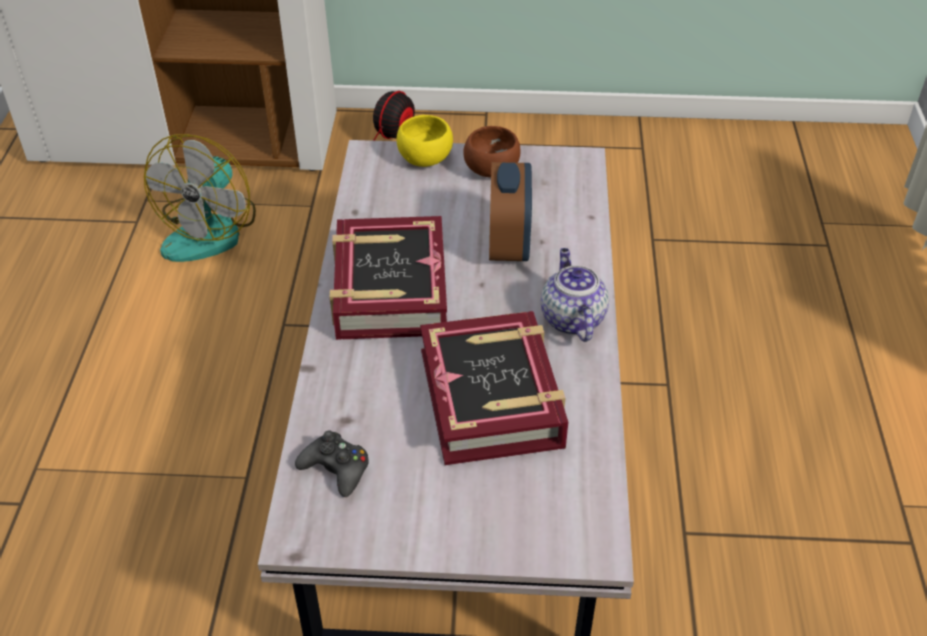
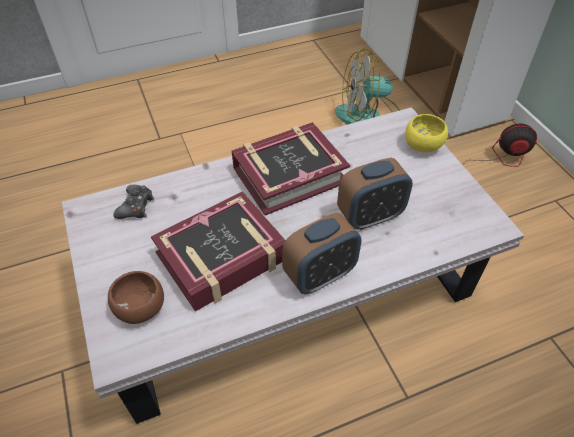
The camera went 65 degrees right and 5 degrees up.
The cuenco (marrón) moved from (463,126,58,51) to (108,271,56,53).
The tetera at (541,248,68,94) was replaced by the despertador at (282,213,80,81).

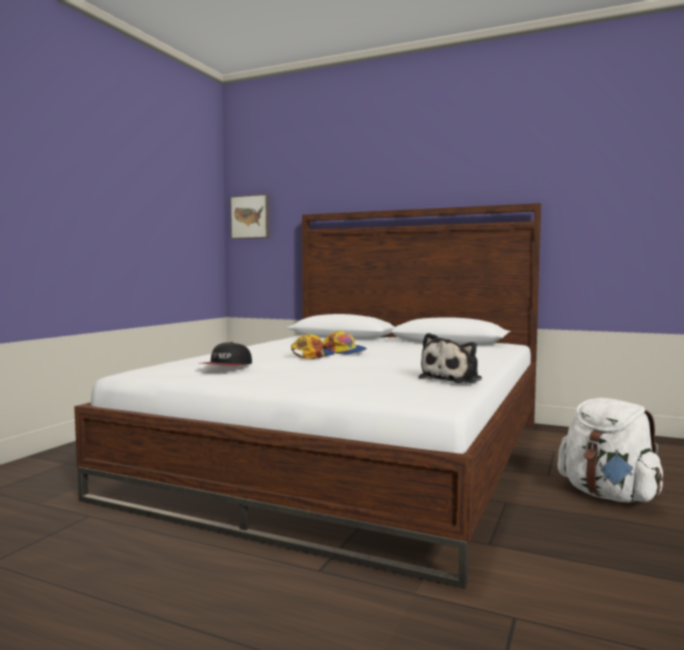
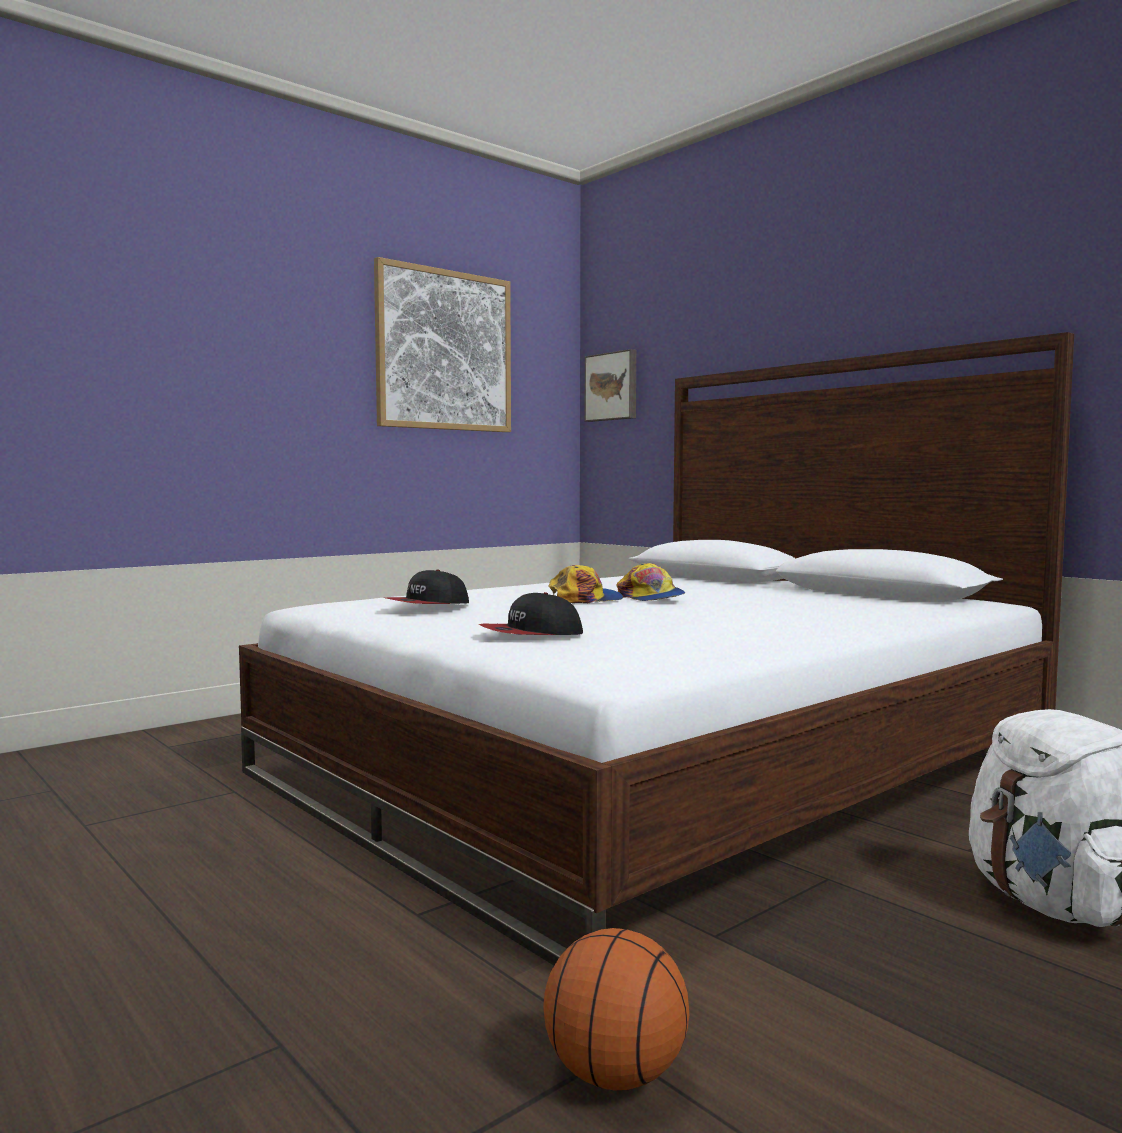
The camera went 25 degrees right and 0 degrees up.
The peluche at (419,333,63,50) disappeared.
The cuadro at (374,257,137,175) appeared.
The gorra at (479,592,104,43) appeared.
The balón de baloncesto at (543,928,146,162) appeared.

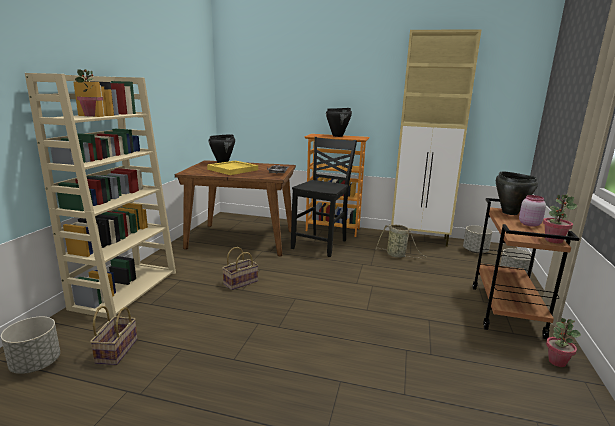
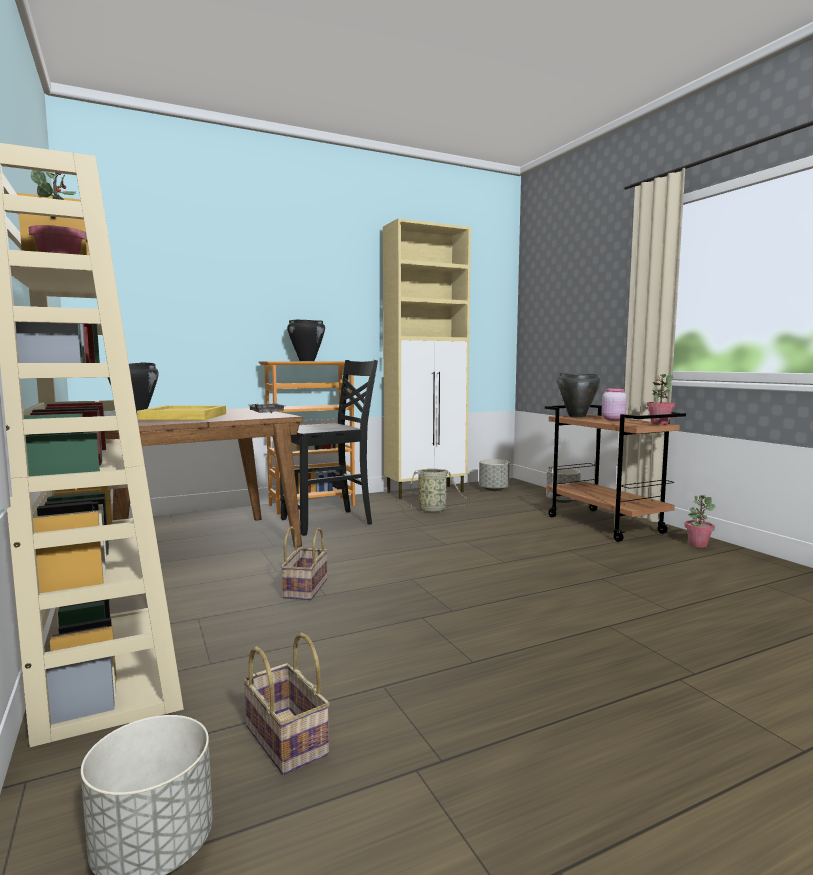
The camera went 40 degrees left and 10 degrees down.
The silla (negro) at (291,137,66,120) turned 75 degrees clockwise.

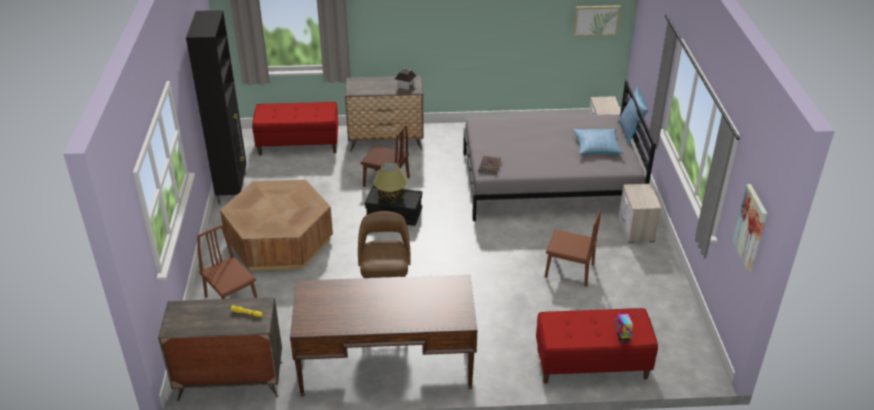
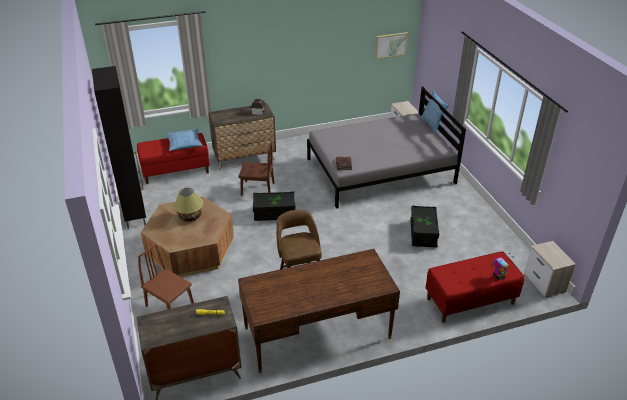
The camera went 15 degrees left and 0 degrees up.
The lámpara de mesa moved from (374,162,33,39) to (174,188,29,34).
The silla (marrón) at (545,209,56,78) was replaced by the caja de almacenaje (negro) at (410,206,29,41).
The cojín moved from (573,129,51,25) to (166,129,37,22).
The mesita de noche moved from (619,184,42,59) to (524,241,52,56).
The cuadro at (732,184,35,87) disappeared.

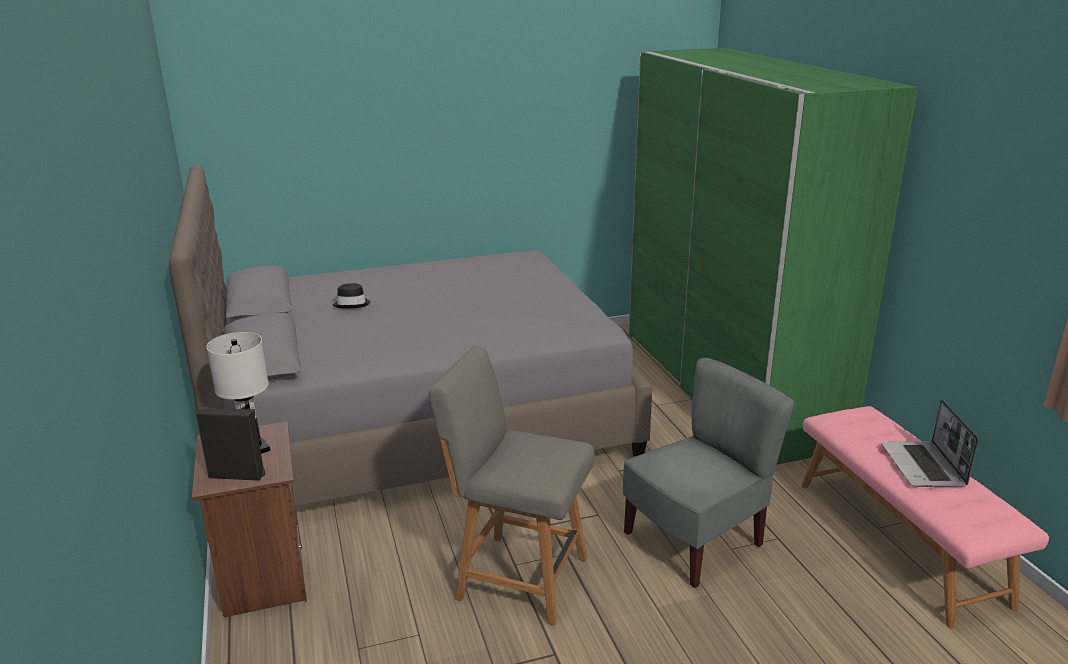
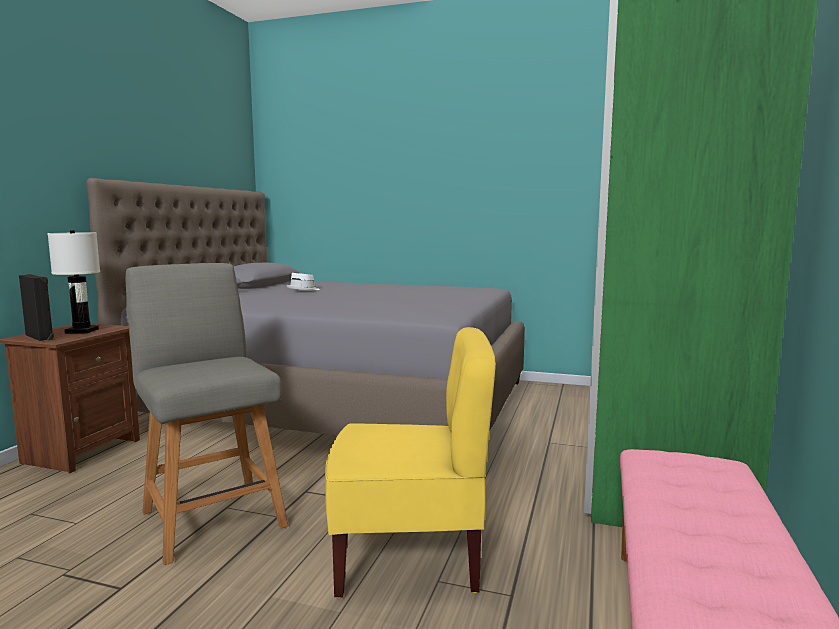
The camera went 35 degrees right and 15 degrees down.
The sombrero (negro) at (333,283,37,25) became the sombrero (blanco) at (287,273,33,18).
The silla (gris) at (623,357,172,231) became the silla (amarillo) at (325,327,171,271).
The portátil at (881,399,98,88) disappeared.

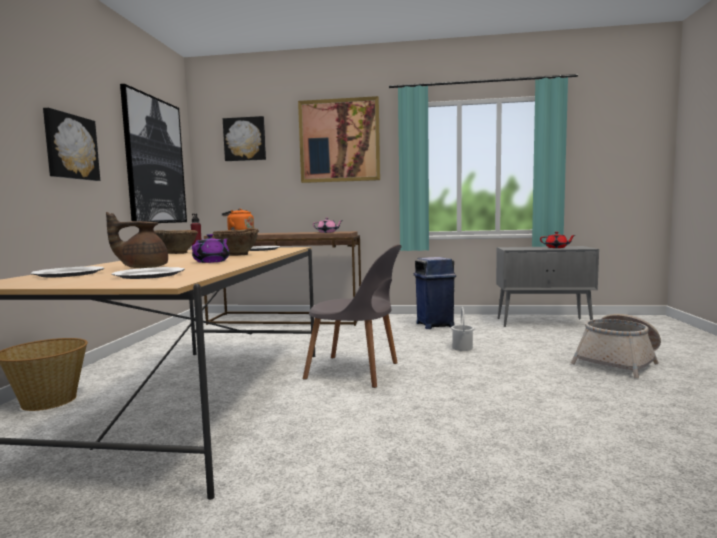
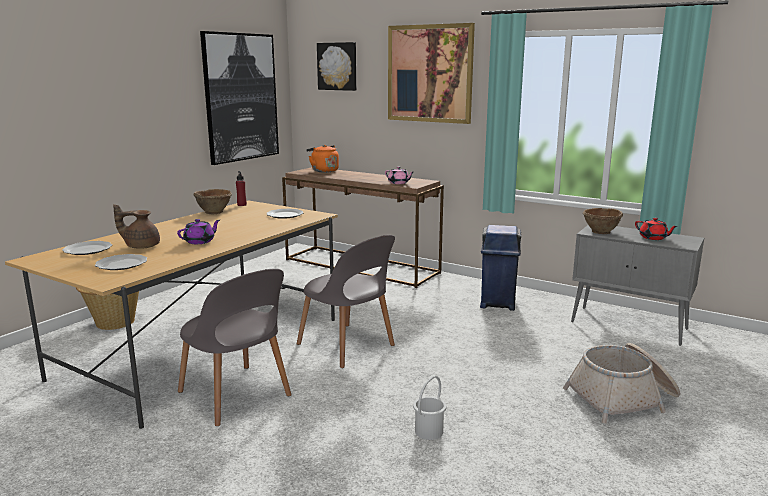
The camera went 25 degrees right and 10 degrees up.
The cuadro at (43,108,57,73) disappeared.
The cuenco (marrón) moved from (212,228,47,28) to (583,208,40,26).
The cubo (blanco) moved from (451,307,23,44) to (413,376,33,64).
The silla (gris) at (178,268,113,158) appeared.

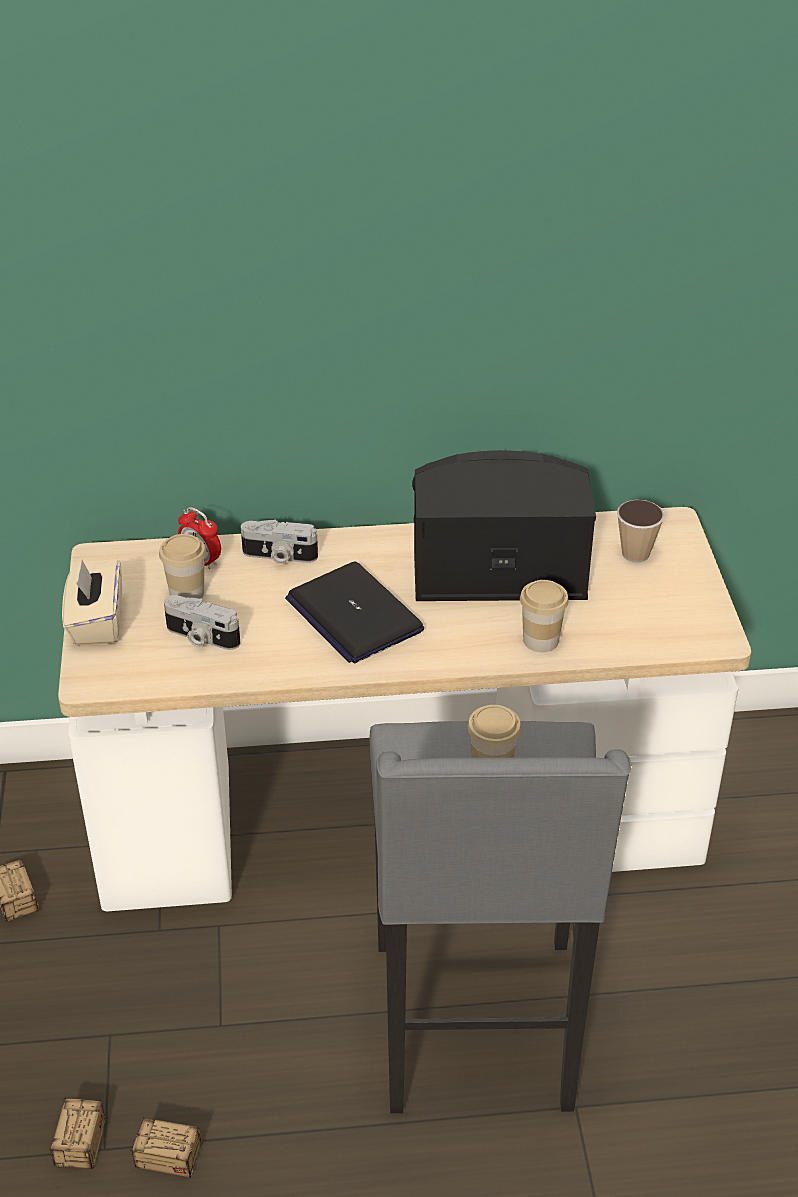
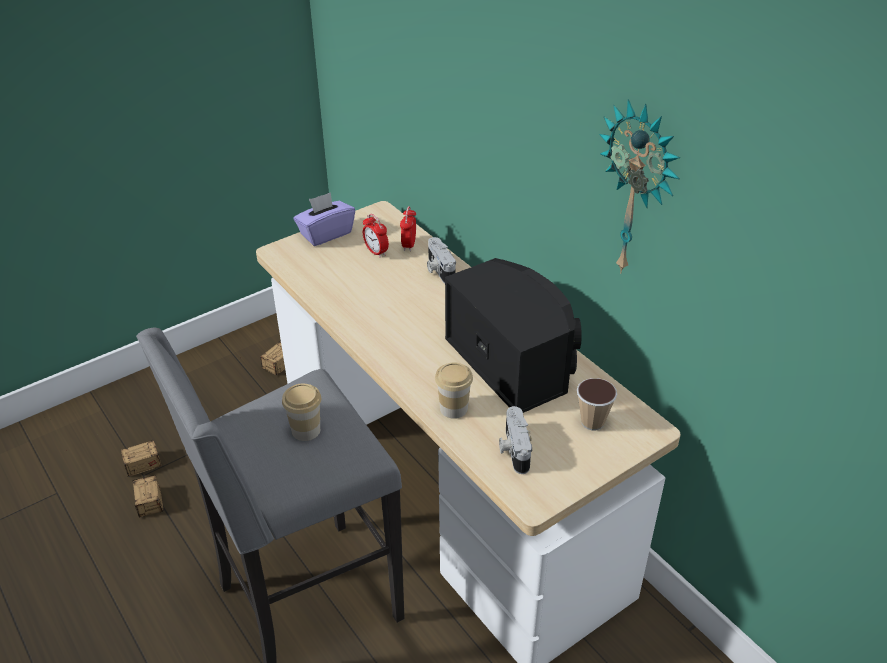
The camera went 60 degrees right and 0 degrees up.
The caja de pañuelos (beis) at (62,560,60,85) became the caja de pañuelos (morado) at (294,192,61,54).
The taza at (159,534,47,65) was replaced by the despertador at (363,214,26,44).
The cámara moved from (164,595,76,55) to (499,406,33,68).
The portátil at (285,561,139,102) disappeared.
The reloj de pared at (599,99,81,174) appeared.

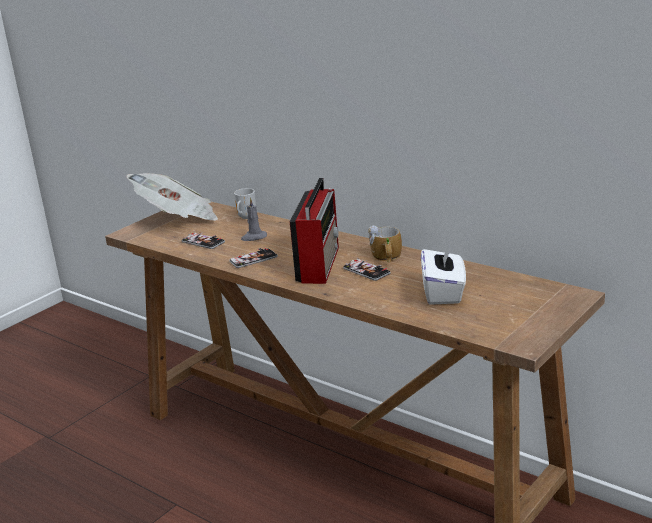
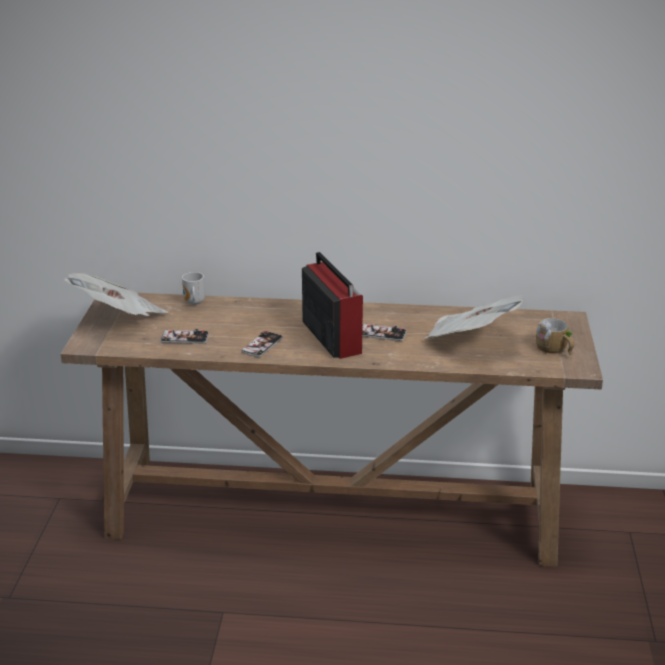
The camera went 35 degrees left and 5 degrees up.
The vela (gris) at (241,198,26,43) disappeared.
The taza grande moved from (368,226,34,37) to (536,318,39,37).
The caja de pañuelos (blanco) at (421,241,45,64) was replaced by the periódico at (425,295,98,43).

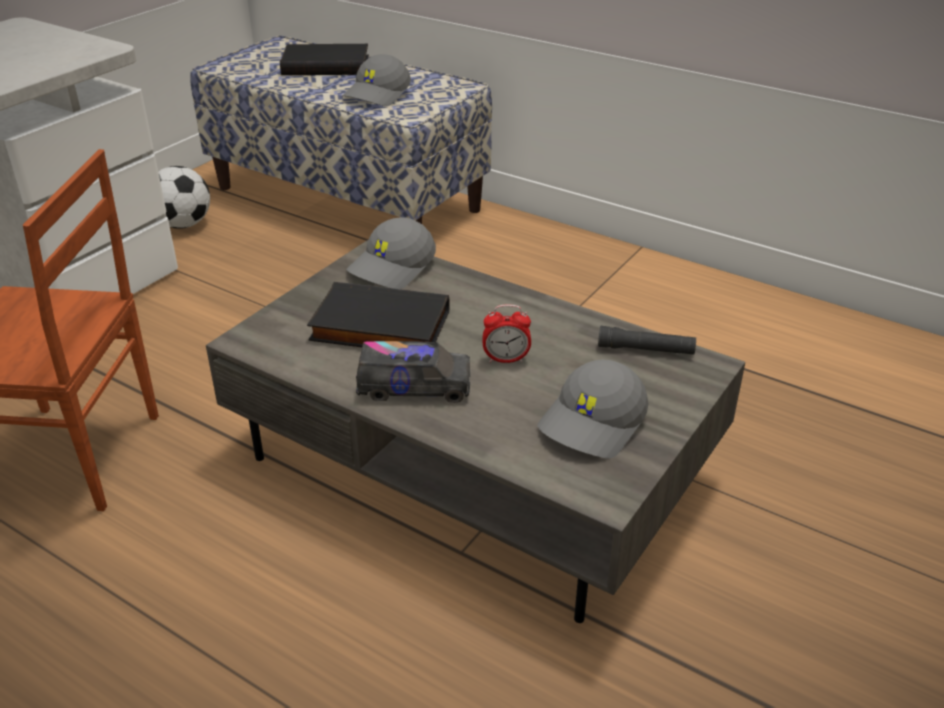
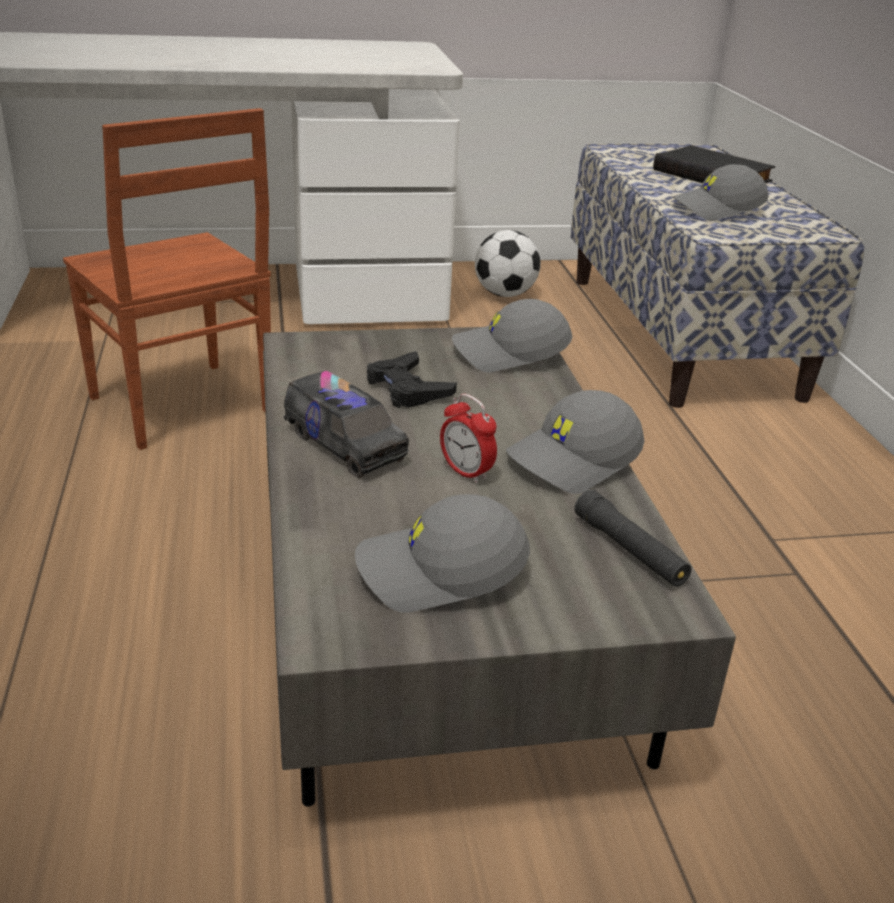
The camera went 45 degrees right and 5 degrees down.
The libro (negro) at (307,282,143,65) was replaced by the mando de consola (negro) at (367,351,90,57).
The gorra (gris) at (506,390,138,104) appeared.

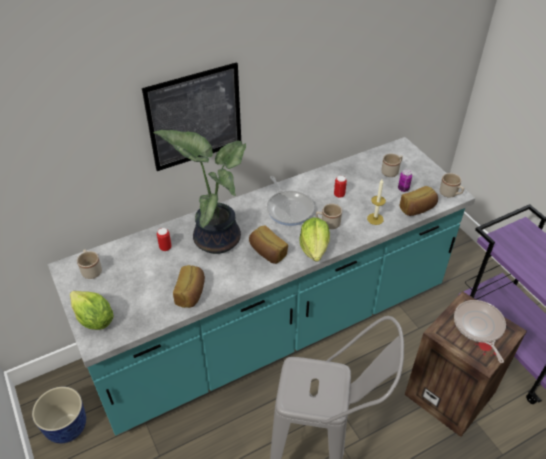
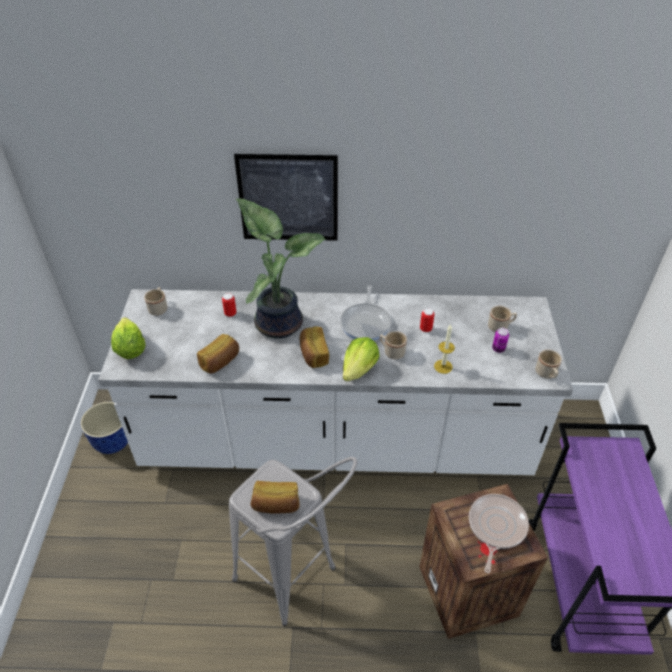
The camera went 30 degrees right and 0 degrees up.
The mueble bajo de cocina (turquesa) at (48,137,427,299) became the mueble bajo de cocina (blanco) at (98,289,475,186).
The pan moved from (399,186,39,30) to (250,481,50,33).

